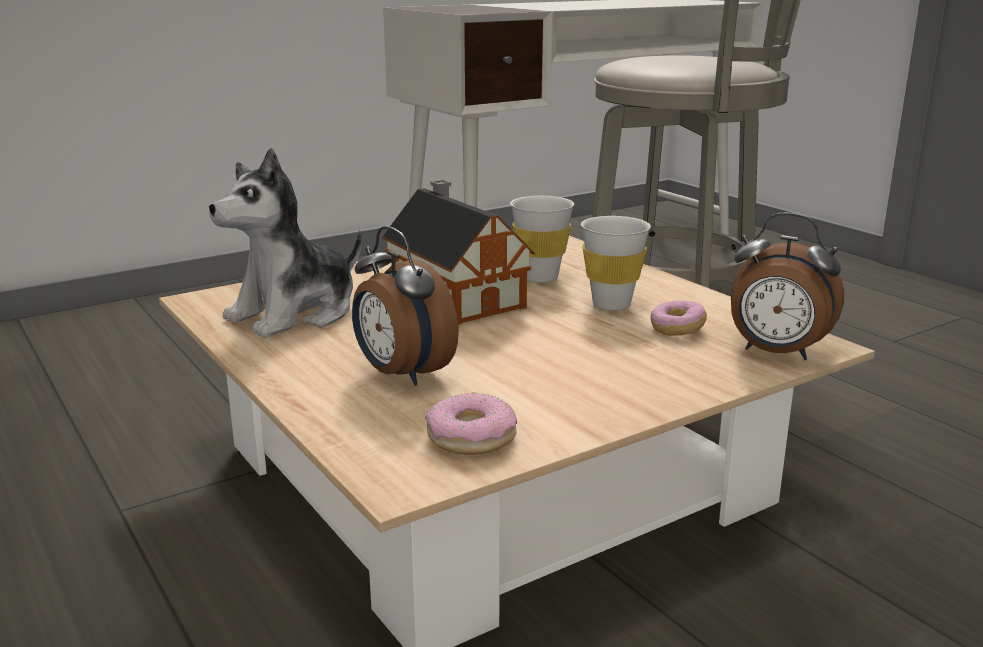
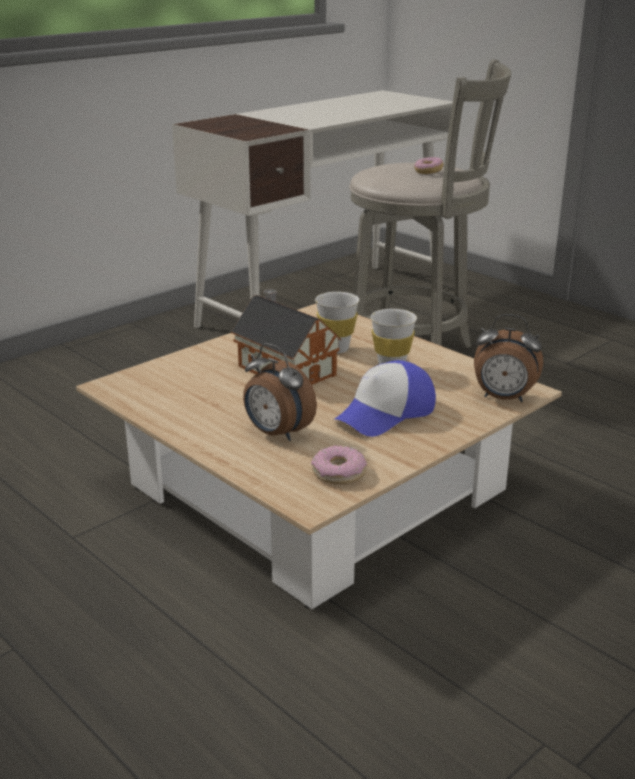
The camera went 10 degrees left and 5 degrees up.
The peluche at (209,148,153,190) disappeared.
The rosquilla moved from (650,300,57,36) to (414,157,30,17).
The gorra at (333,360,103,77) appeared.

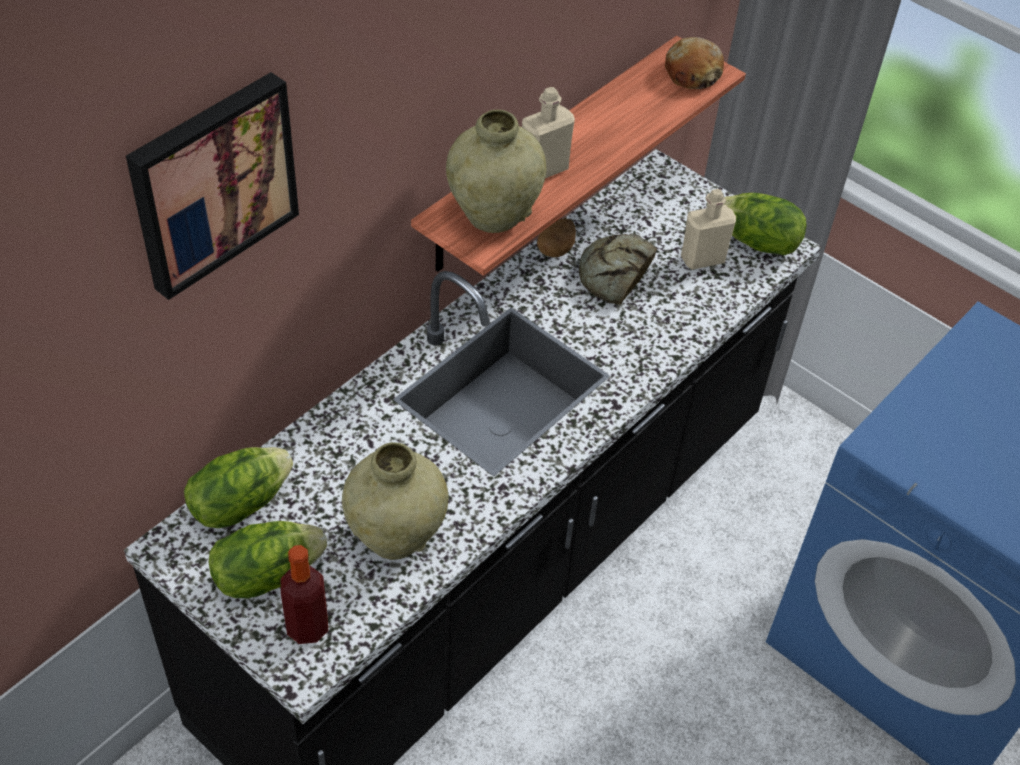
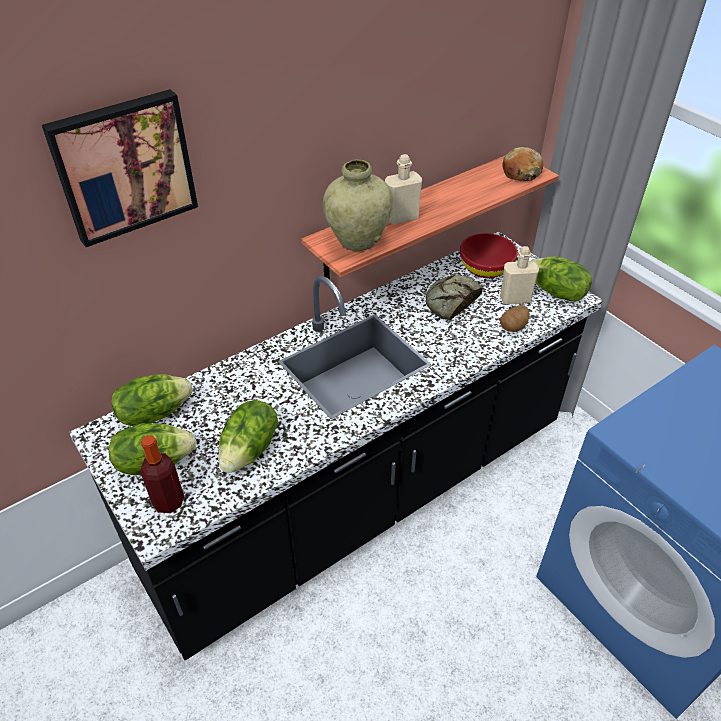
The camera went 15 degrees right and 5 degrees down.
The florero (beis) at (342,442,106,118) was replaced by the lechuga at (218,400,60,73).
The patata moved from (537,218,39,39) to (500,305,29,27).
The cuenco (rojo) at (460,233,58,45) appeared.

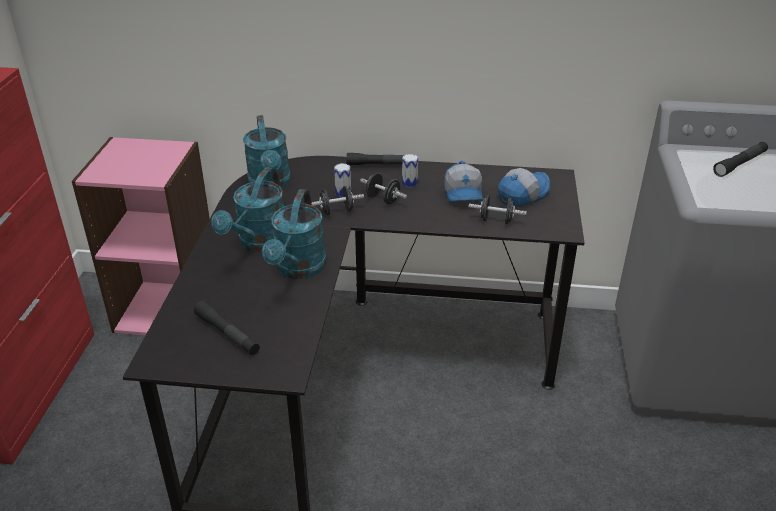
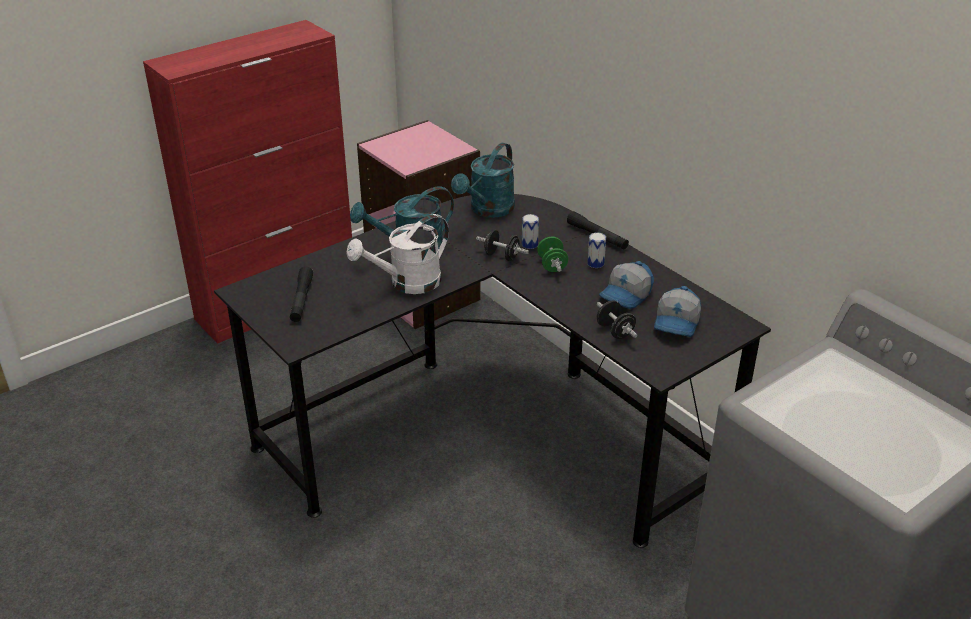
The camera went 45 degrees right and 0 degrees up.
The regadera (turquesa) at (262,189,64,90) became the regadera (blanco) at (346,214,103,80).
The mancuerna (negro) at (360,173,47,31) became the mancuerna (verde) at (537,237,31,35).
The gorra at (498,168,52,39) turned 105 degrees clockwise.
The linterna (negro) at (713,142,55,35) disappeared.

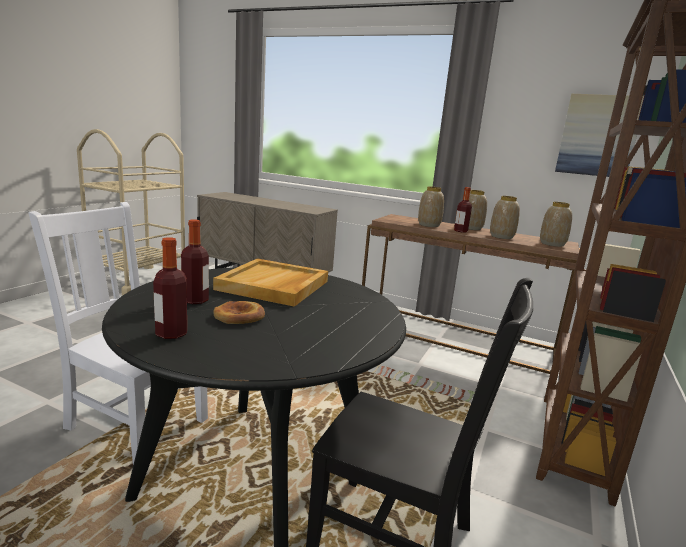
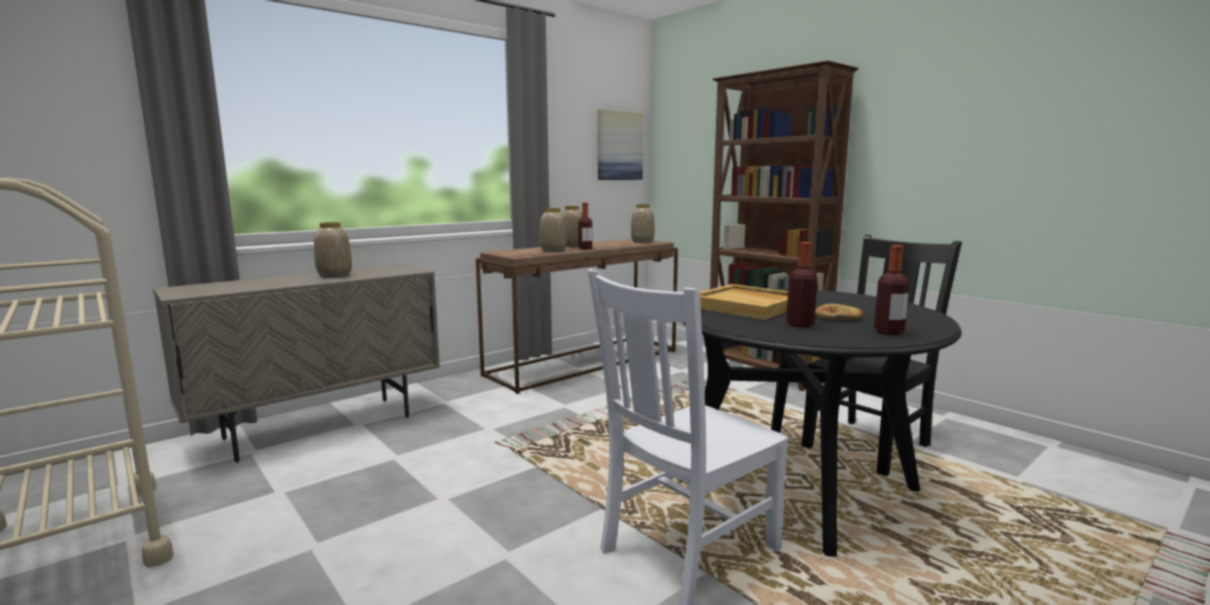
The camera went 65 degrees left and 5 degrees down.
The florero moved from (490,196,30,43) to (314,222,38,56).

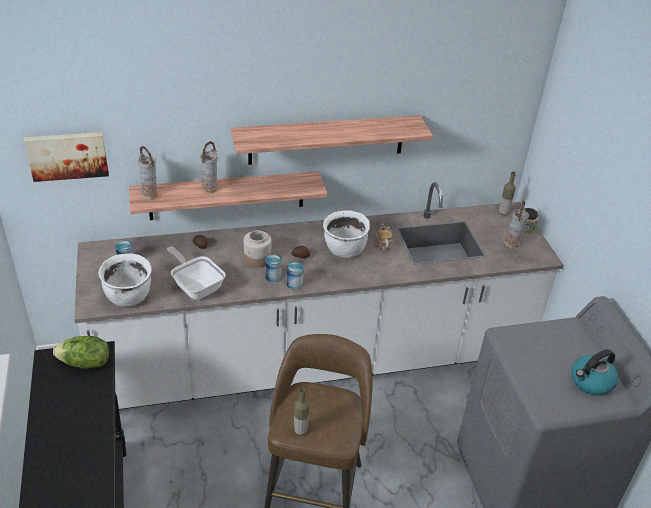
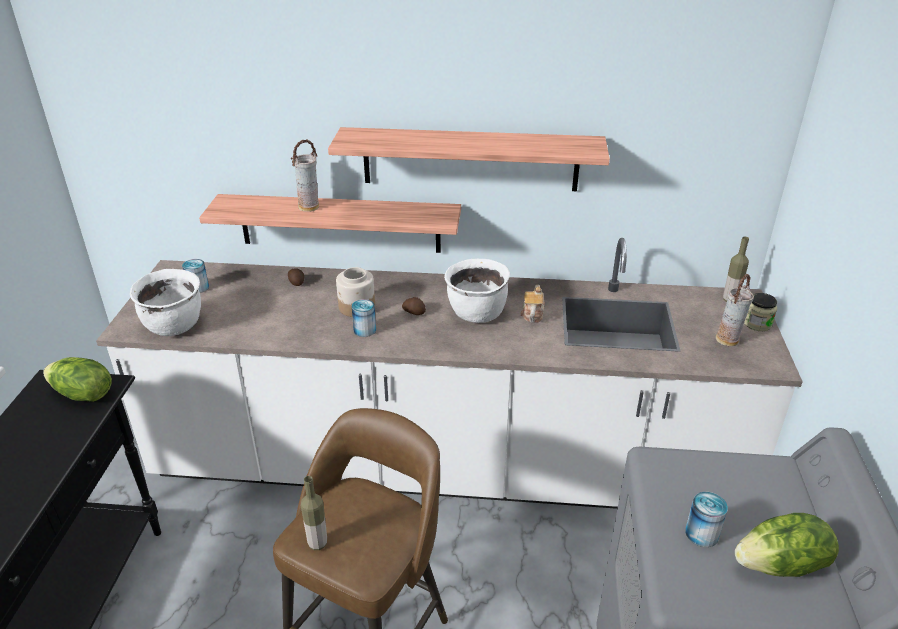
The camera went 20 degrees right and 5 degrees down.
The cuadro at (24,132,85,50) disappeared.
The florero at (138,146,20,53) disappeared.
The sartén at (167,246,58,54) disappeared.
The lata moved from (286,262,18,27) to (685,492,43,55).
The hervidor at (572,349,47,47) was replaced by the lechuga at (735,513,104,64).

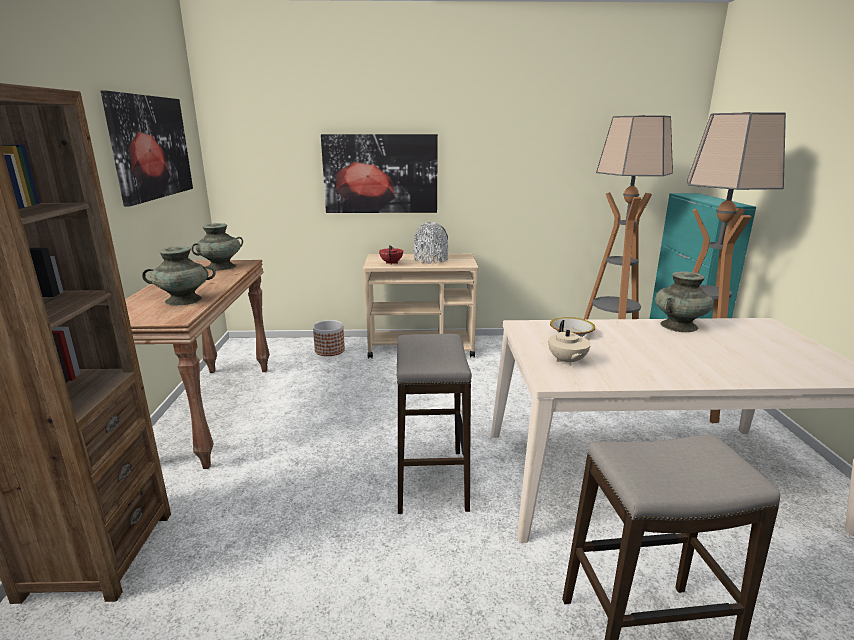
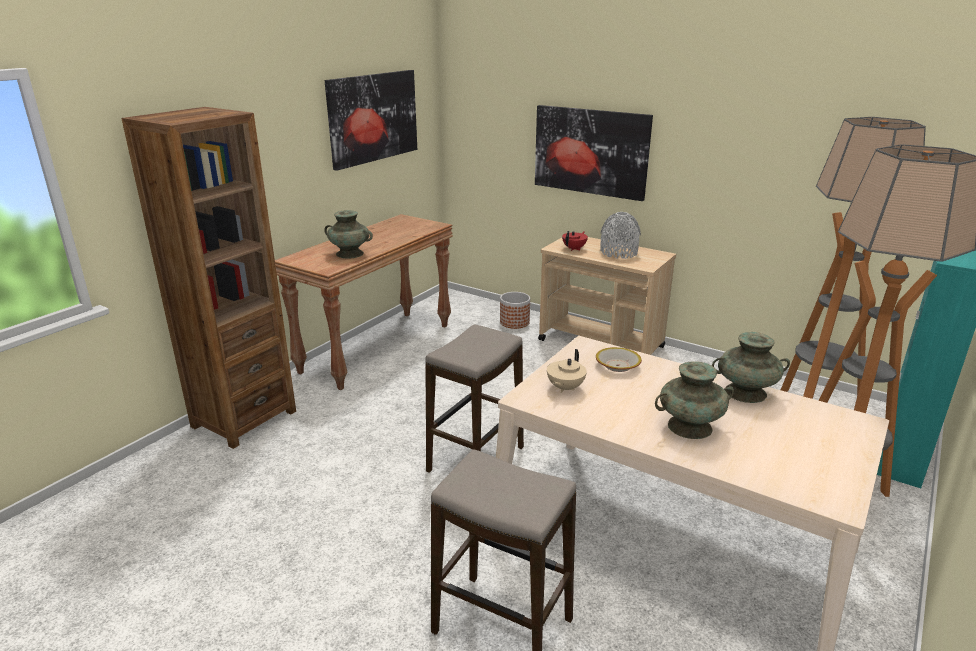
The camera went 35 degrees right and 5 degrees up.
The florero (turquesa) moved from (191,223,52,47) to (655,361,79,78).

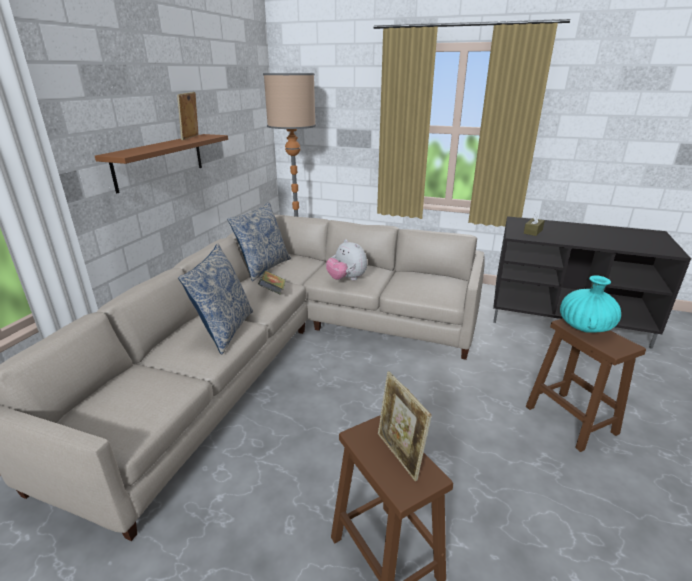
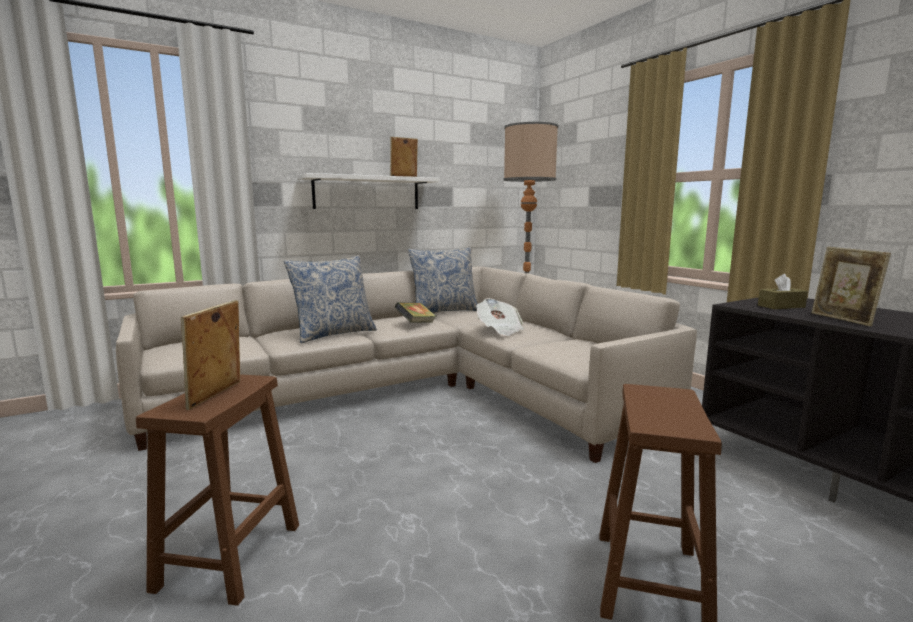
The camera went 40 degrees right and 15 degrees down.
The estante (marrón) at (95,134,133,60) became the estante (blanco) at (298,173,142,36).
The peluche at (326,239,41,42) was replaced by the periódico at (476,298,48,38).
The florero (turquesa) at (560,275,61,58) disappeared.
The portarretratos at (812,247,79,79) appeared.

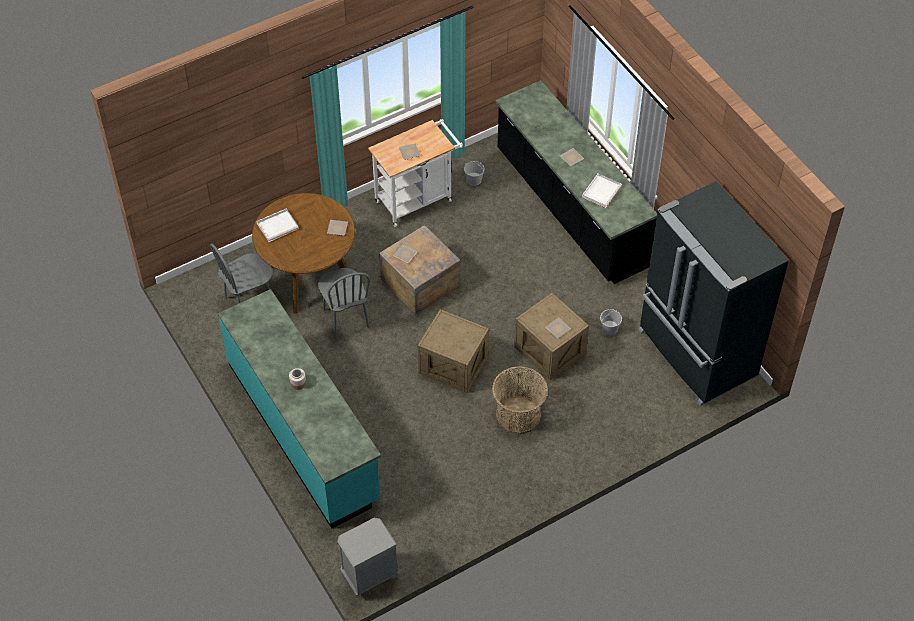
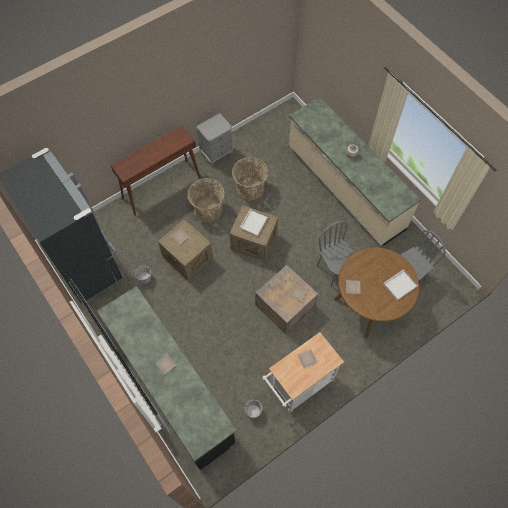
The camera went 175 degrees right and 10 degrees up.
The mueble bajo de cocina (turquesa) at (218,289,163,240) became the mueble bajo de cocina (beis) at (289,97,132,148).
The mesita de noche (gris) moved from (337,517,62,80) to (196,113,37,53).
The bandeja (blanco) moved from (582,173,40,35) to (239,209,29,28).
The mesa consola (marrón) at (111,126,89,90) appeared.
The cesta at (232,157,37,44) appeared.

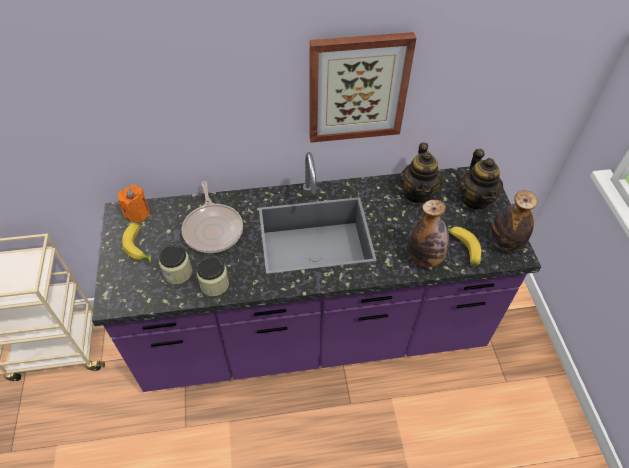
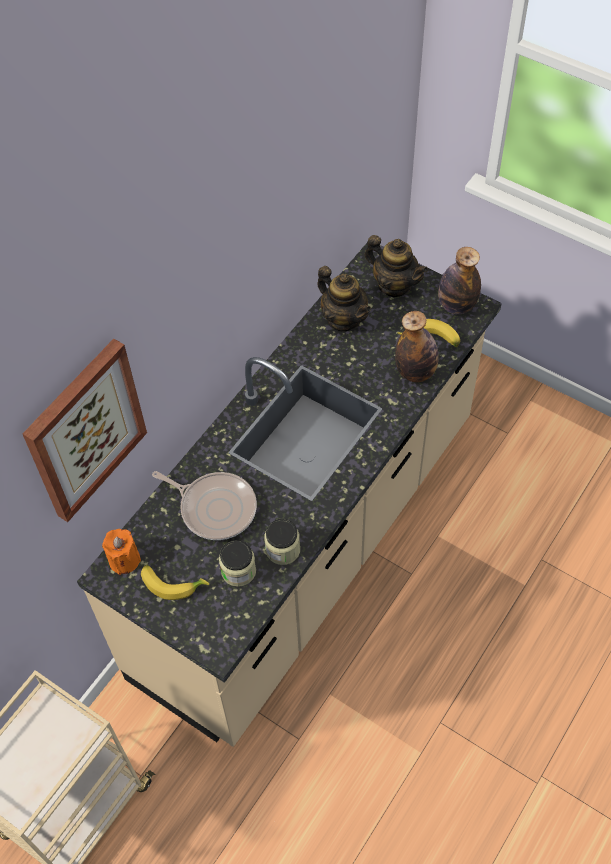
The camera went 45 degrees left and 5 degrees up.
The mueble bajo de cocina (morado) at (92,152,449,240) became the mueble bajo de cocina (beis) at (77,242,425,505).
The cuadro moved from (309,32,107,111) to (23,339,124,183).

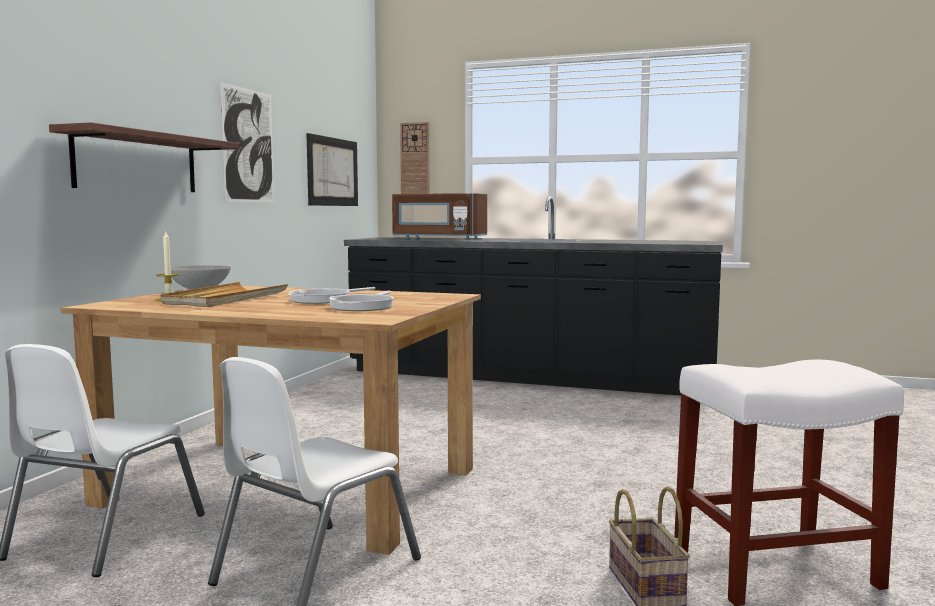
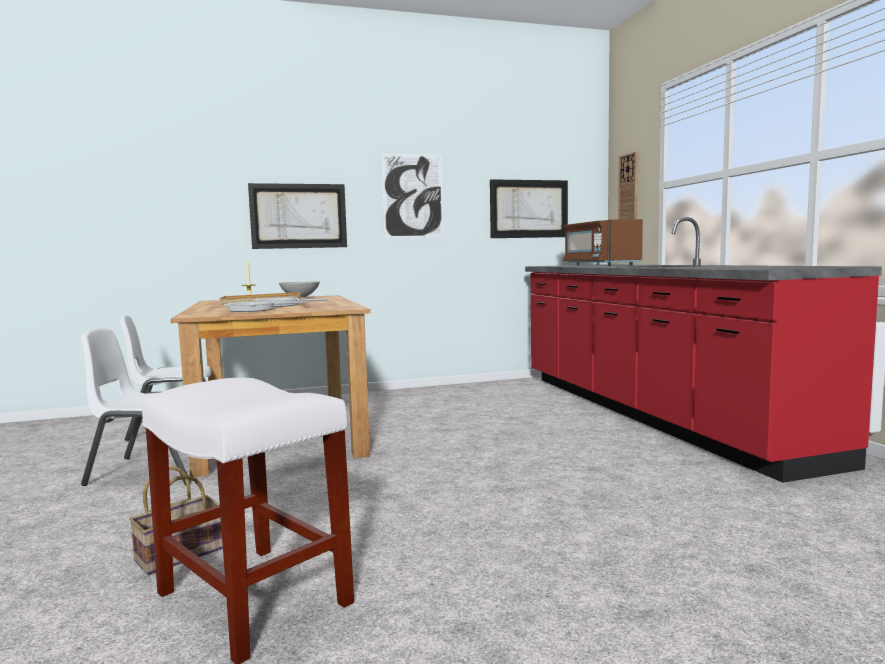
The camera went 55 degrees right and 0 degrees up.
The estante at (49,122,190,70) was replaced by the cuadro at (248,183,99,66).
The mueble bajo de cocina (negro) at (344,196,379,200) became the mueble bajo de cocina (rojo) at (525,217,357,266).

